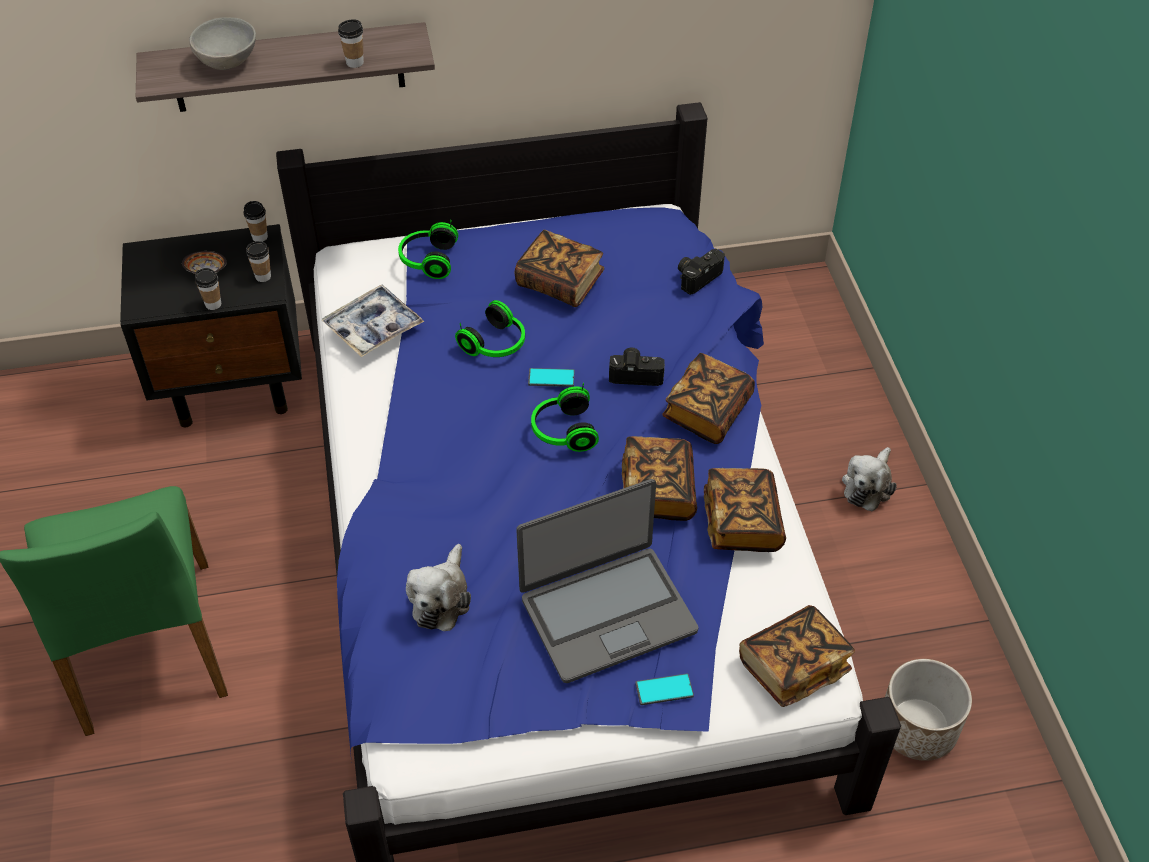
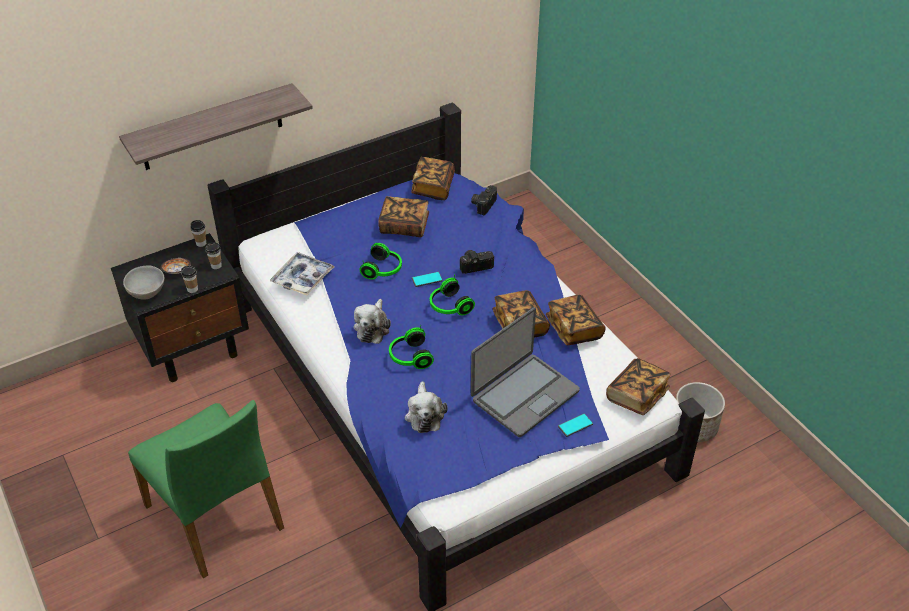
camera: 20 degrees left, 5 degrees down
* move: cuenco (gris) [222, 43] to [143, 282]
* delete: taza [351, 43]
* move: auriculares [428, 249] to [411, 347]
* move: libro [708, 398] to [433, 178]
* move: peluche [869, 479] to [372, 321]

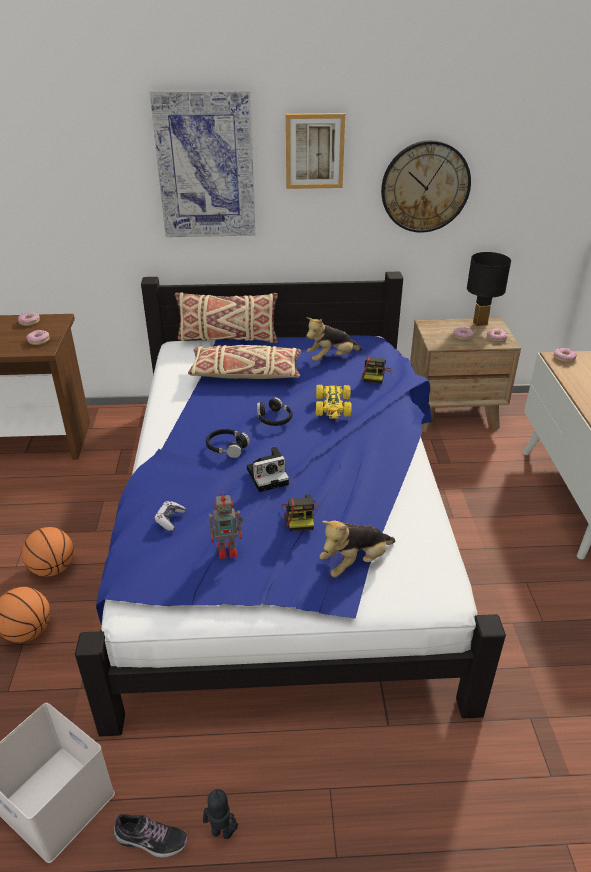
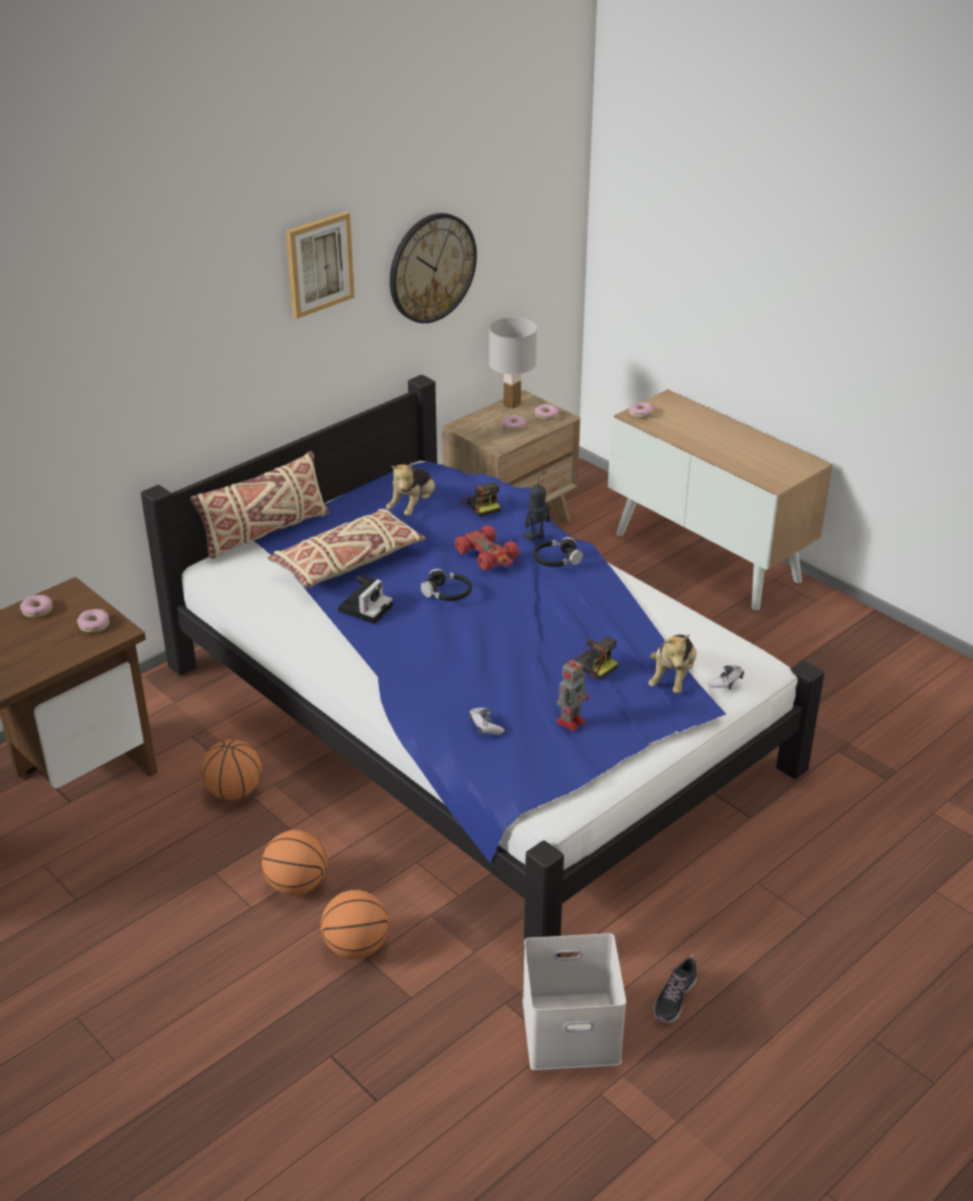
camera: 40 degrees left, 0 degrees up
* rotate: zapato [151, 836] = [676, 988] 150 degrees clockwise
* delete: cuadro [202, 163]
* move: robot de juguete [220, 814] to [536, 509]
* move: auriculares (negro) [228, 443] to [558, 552]
* move: cámara [268, 469] to [365, 599]
* recolor: coche de juguete (amarillo) [333, 401] to coche de juguete (rojo) [487, 548]
* recolor: lámpara de mesa (negro) [489, 289] to lámpara de mesa (blanco) [513, 363]
* insert: balón de baloncesto [231, 769]
* insert: mando de consola [725, 677]

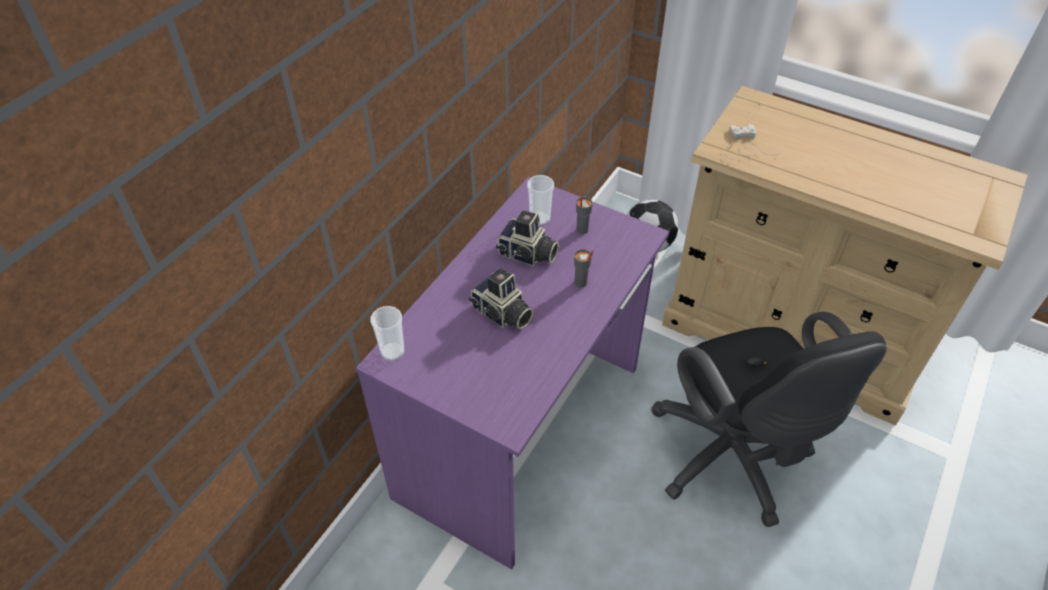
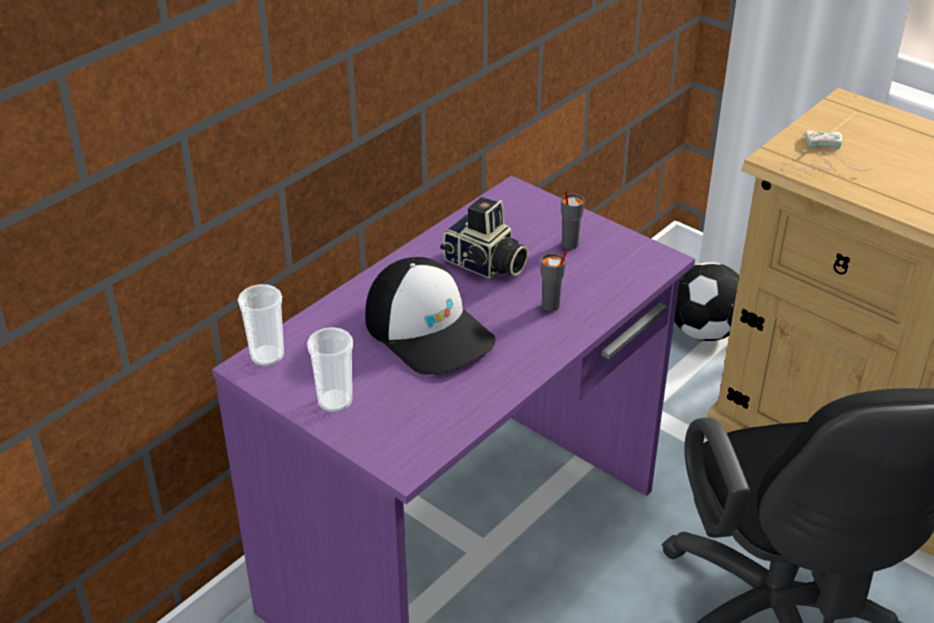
camera: 10 degrees right, 10 degrees down
* replace: cámara [501, 298] to gorra [430, 316]
* move: taza [540, 200] to [330, 369]

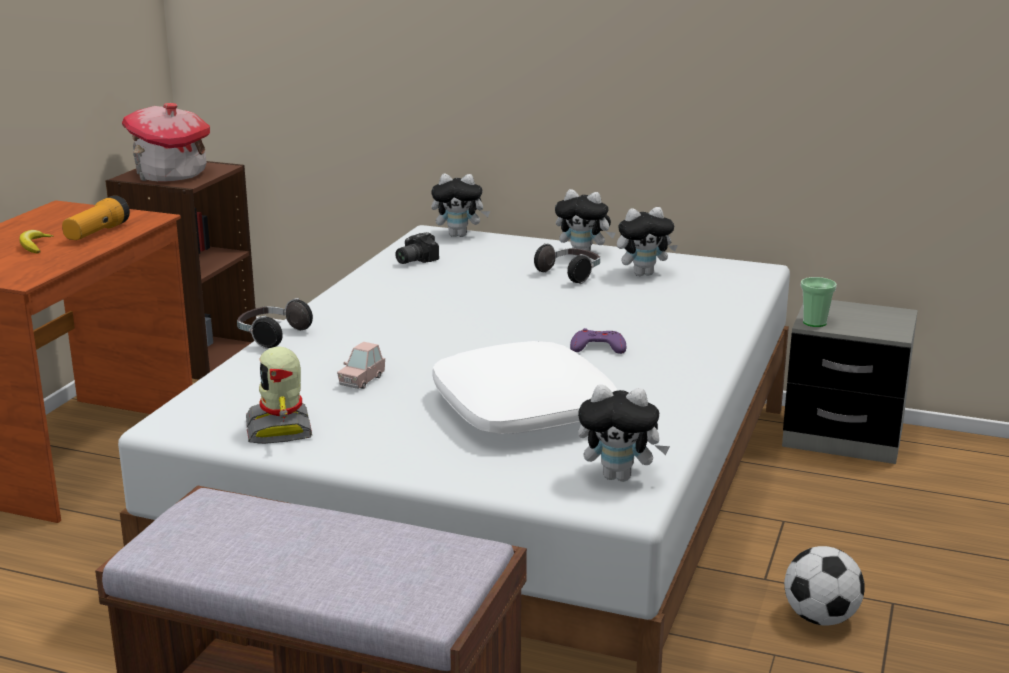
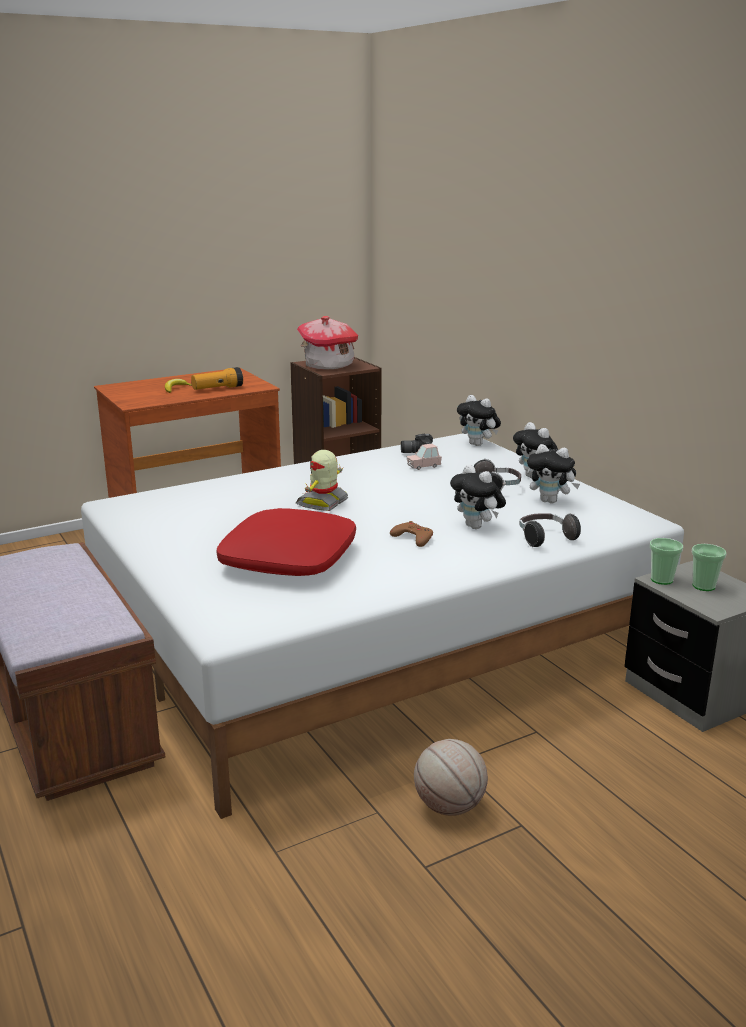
camera: 40 degrees right, 0 degrees up
* move: auriculares [275, 323] to [550, 530]
* move: robot de juguete [279, 395] to [322, 480]
* move: coche de juguete (rosa) [361, 365] to [424, 457]
* recolor: cojín (blanco) [525, 387] to cojín (rojo) [286, 542]
* recolor: mando de consola (morado) [598, 341] to mando de consola (marrón) [411, 534]
* move: peluche [624, 433] to [478, 496]
* replace: balón de fútbol [824, 585] to balón de baloncesto [451, 777]
* insert: taza [709, 567]

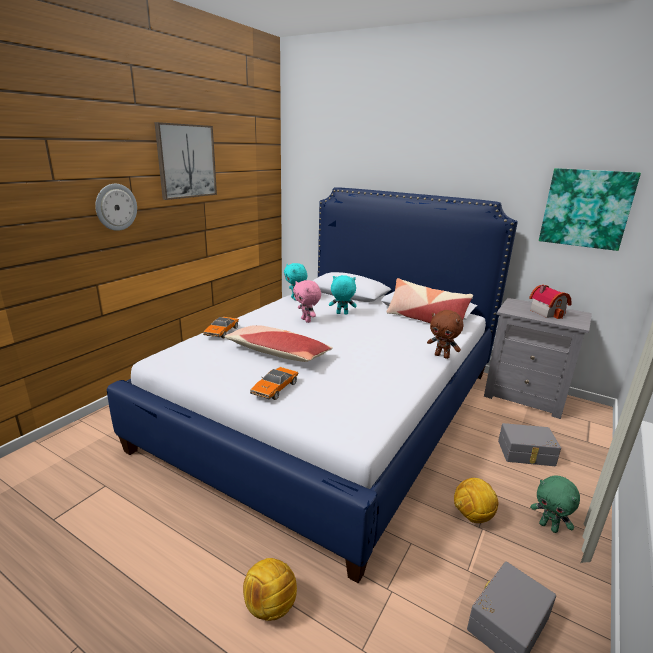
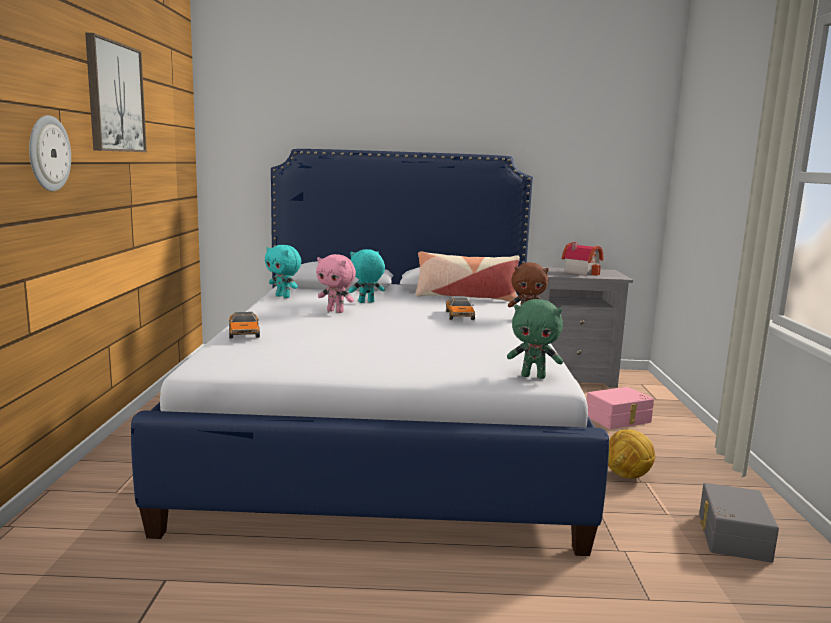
camera: 30 degrees left, 10 degrees down
* delete: cojín [279, 343]
* delete: balón de fútbol [270, 589]
* move: coche de juguete [274, 383] to [460, 309]
* recolor: caja de almacenaje (gris) [529, 444] to caja de almacenaje (rosa) [620, 408]
* move: peluche (verde) [555, 504] to [535, 339]
* delete: cuadro [590, 209]

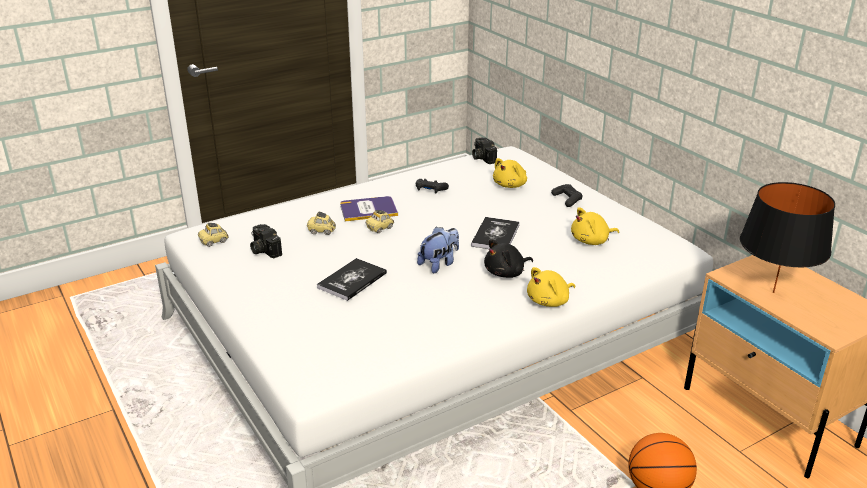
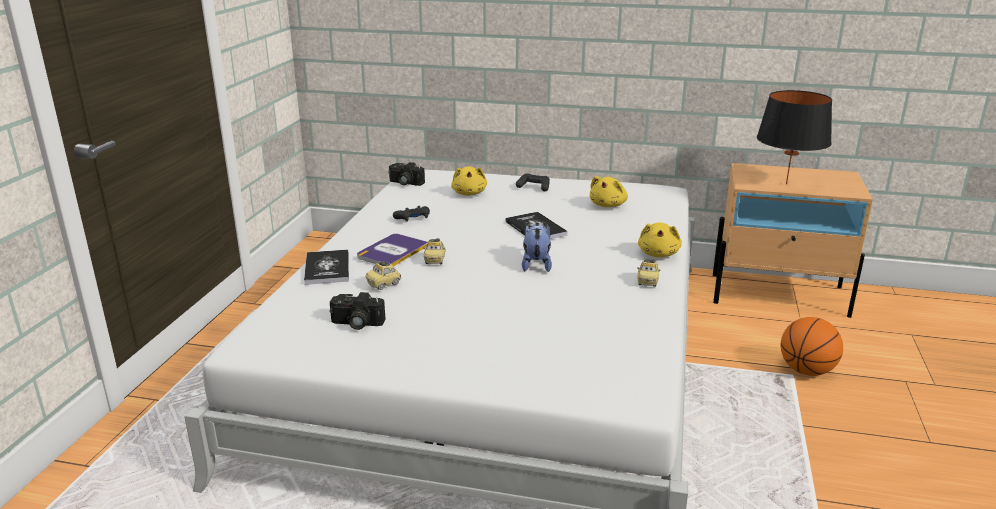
camera: 45 degrees left, 5 degrees down
* move: coche de juguete [213, 235] to [648, 273]
* move: libro [352, 279] to [326, 267]
* delete: peluche (negro) [508, 258]

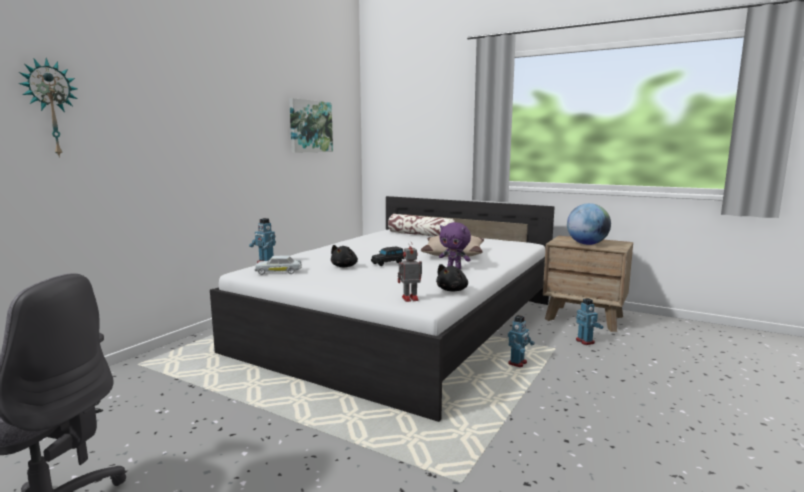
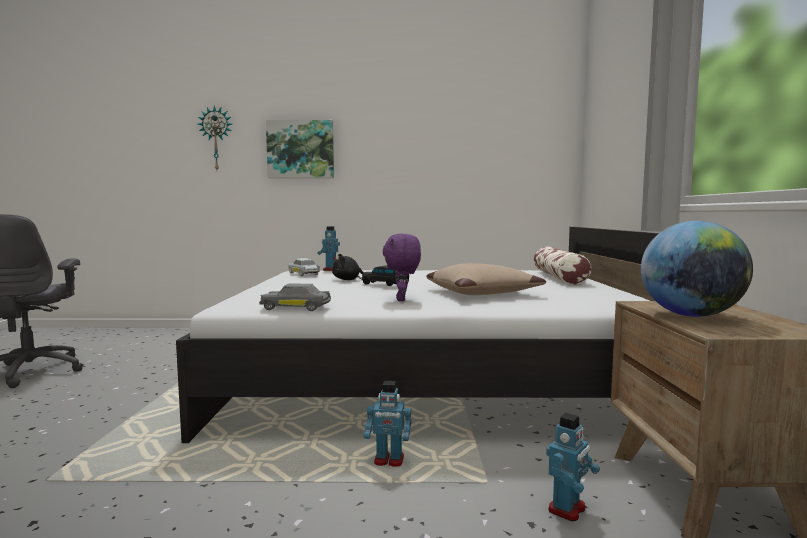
camera: 60 degrees right, 5 degrees down
* move: cuadro [311, 125] to [300, 149]
* delete: robot de juguete [410, 271]
* replace: peluche (negro) [452, 277] to coche de juguete (gris) [295, 297]

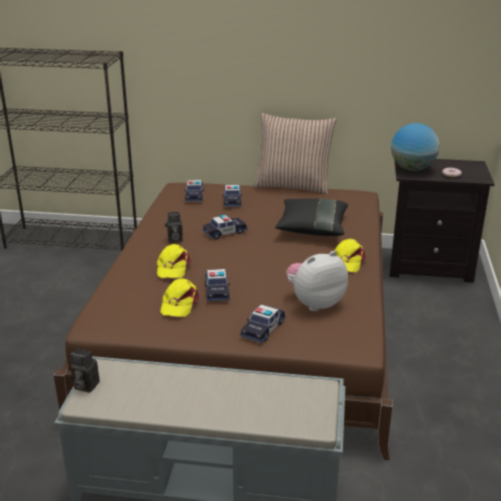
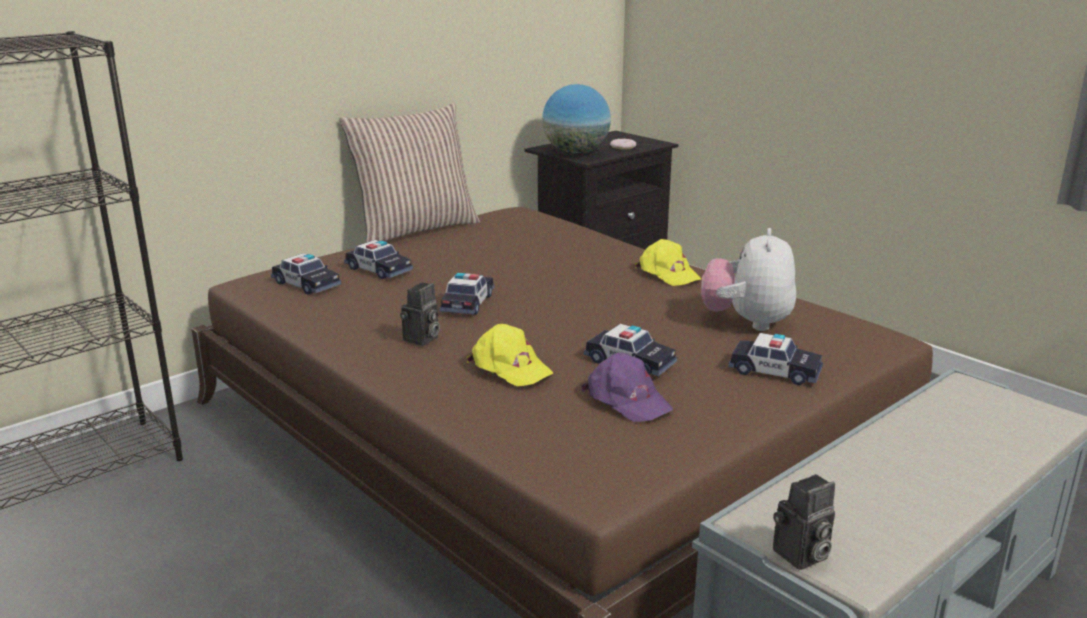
camera: 50 degrees left, 5 degrees down
* recolor: gorra (amarillo) [179, 297] to gorra (morado) [627, 387]
* rotate: coche de juguete [263, 323] = [776, 359] 45 degrees counterclockwise
* delete: cojín (negro) [311, 217]

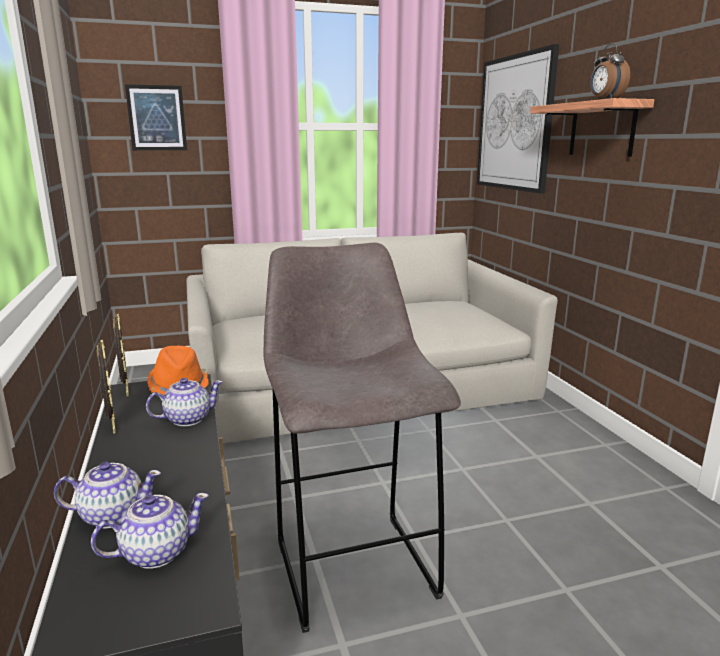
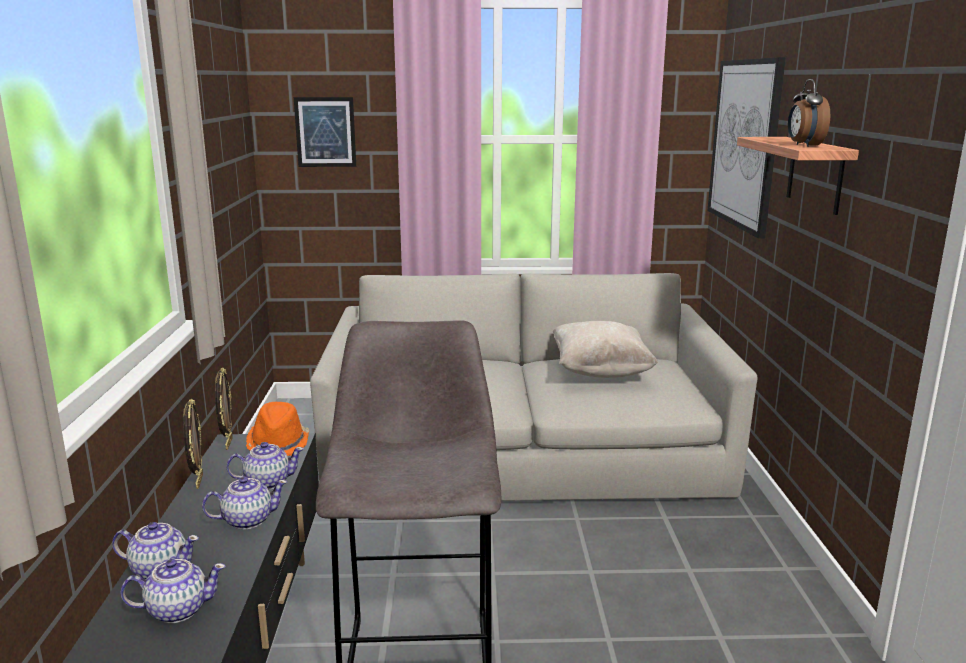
camera: 15 degrees right, 0 degrees up
* insert: tetera [244, 503]
* insert: cojín (beis) [605, 349]

